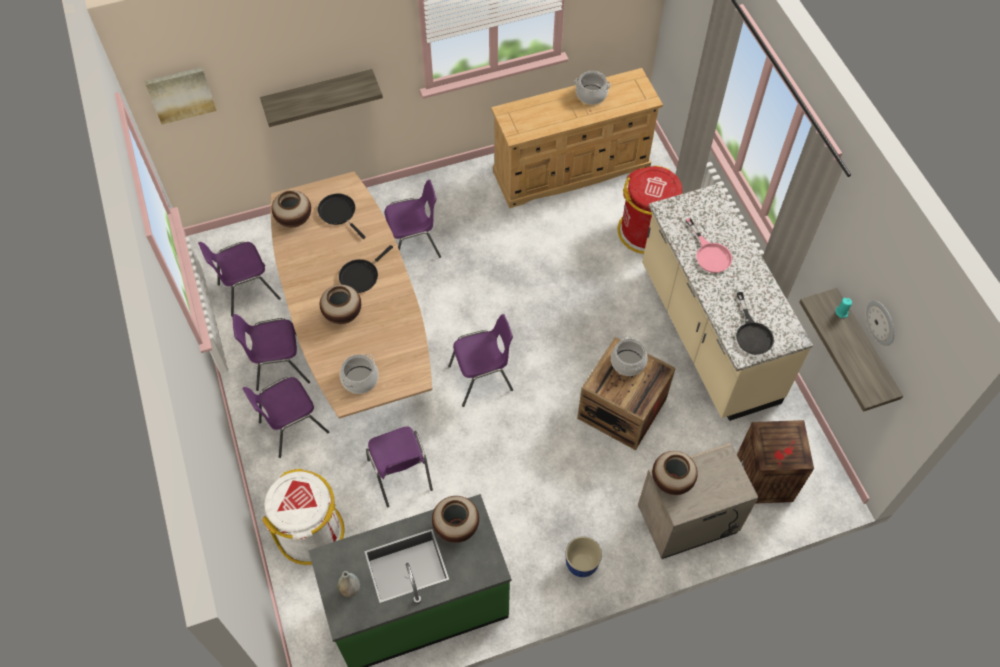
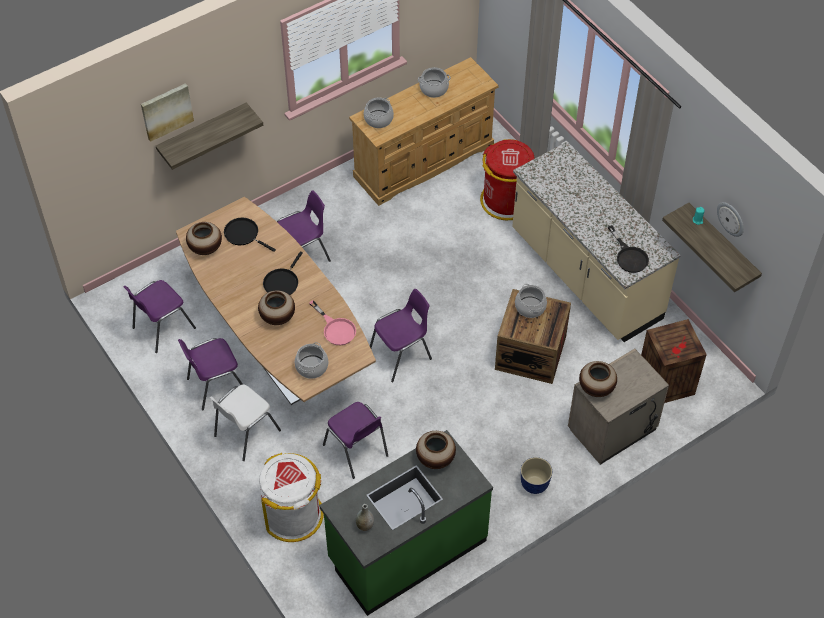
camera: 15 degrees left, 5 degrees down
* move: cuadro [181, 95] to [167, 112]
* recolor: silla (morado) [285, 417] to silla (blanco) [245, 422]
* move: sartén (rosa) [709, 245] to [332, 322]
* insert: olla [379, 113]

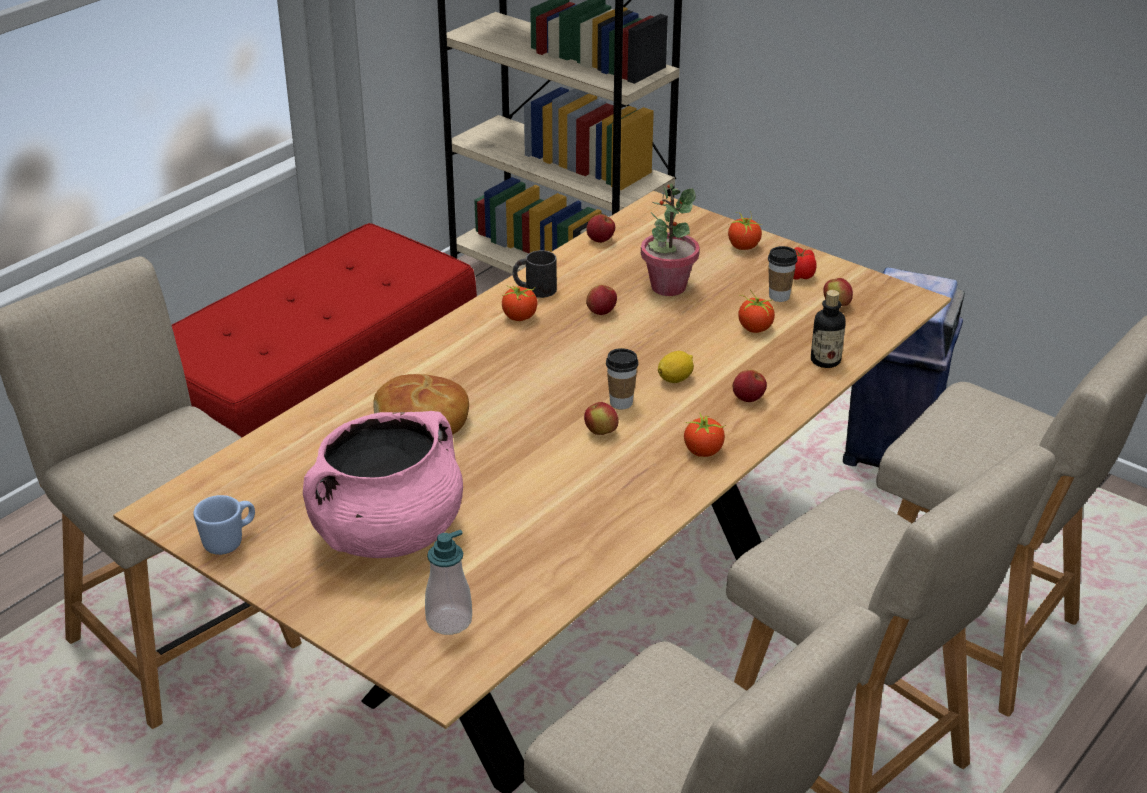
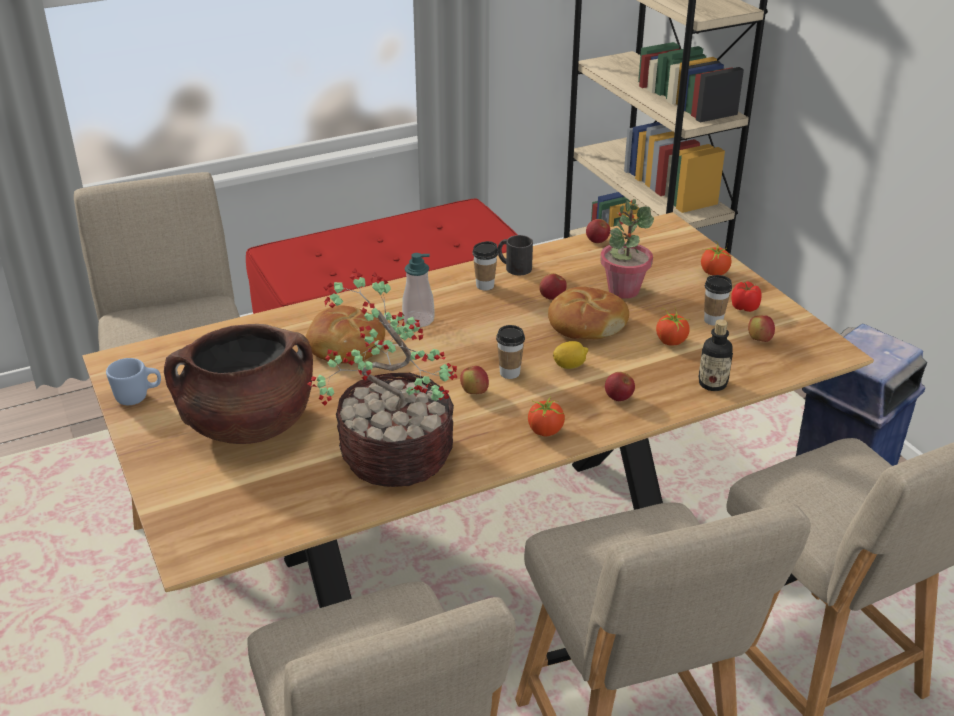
camera: 25 degrees right, 0 degrees up
* recolor: olla (rosa) [383, 484] to olla (marrón) [238, 384]
* move: dispensador de jabón [448, 582] to [418, 290]
* replace: tomate [519, 303] to taza [485, 265]
* insert: planta en maceta [382, 378]
* insert: pan [588, 313]

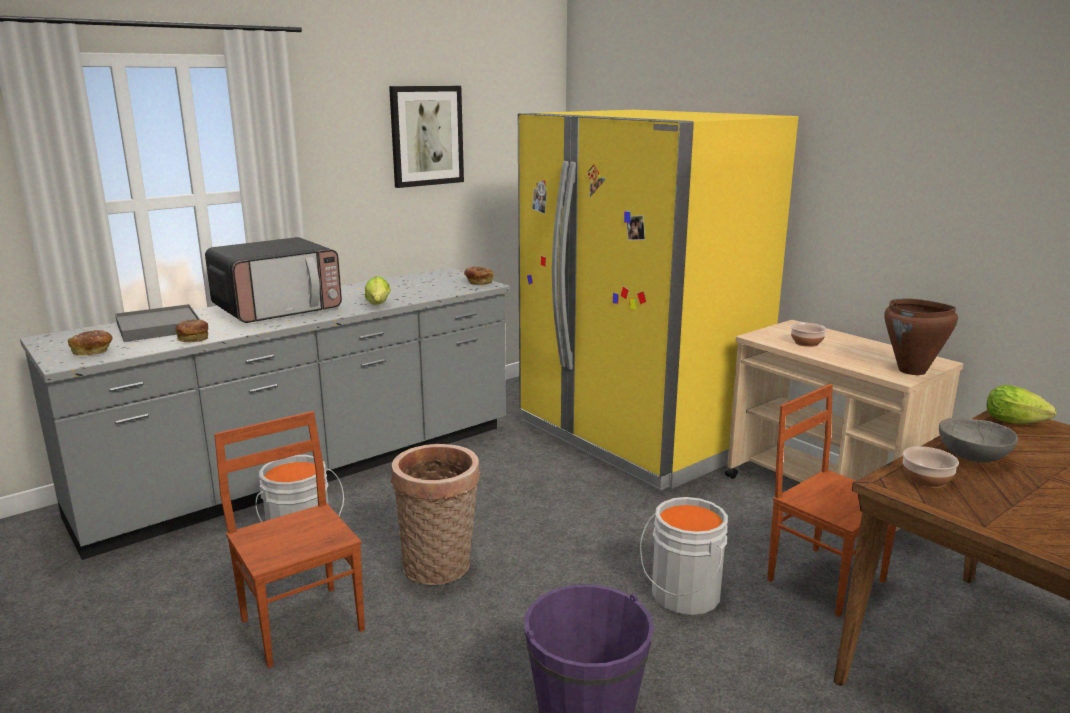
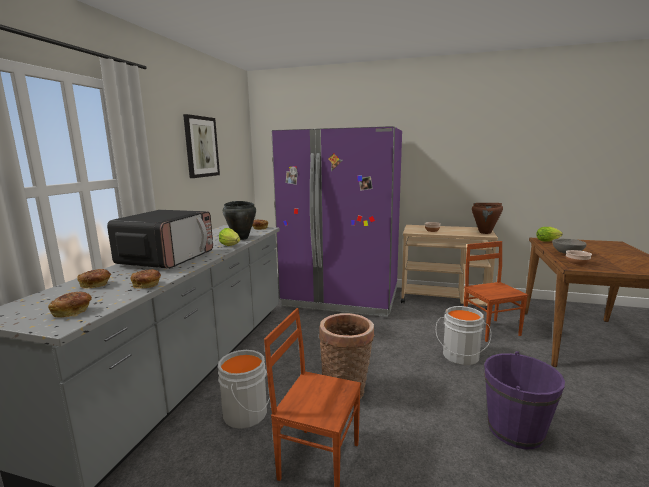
camera: 35 degrees left, 5 degrees down
* replace: bandeja (gris) [157, 323] to pan [94, 279]
* recolor: nevera (amarillo) [658, 300] to nevera (morado) [336, 221]
* rotate: silla (marrón) [831, 500] = [496, 291] 60 degrees clockwise
* insert: olla (negro) [239, 220]

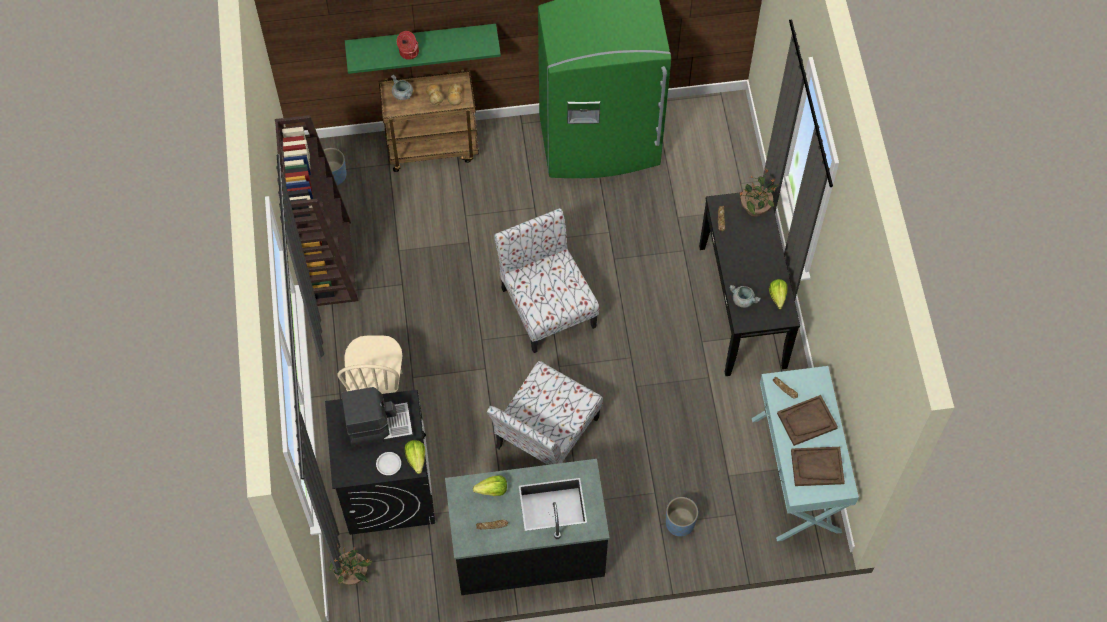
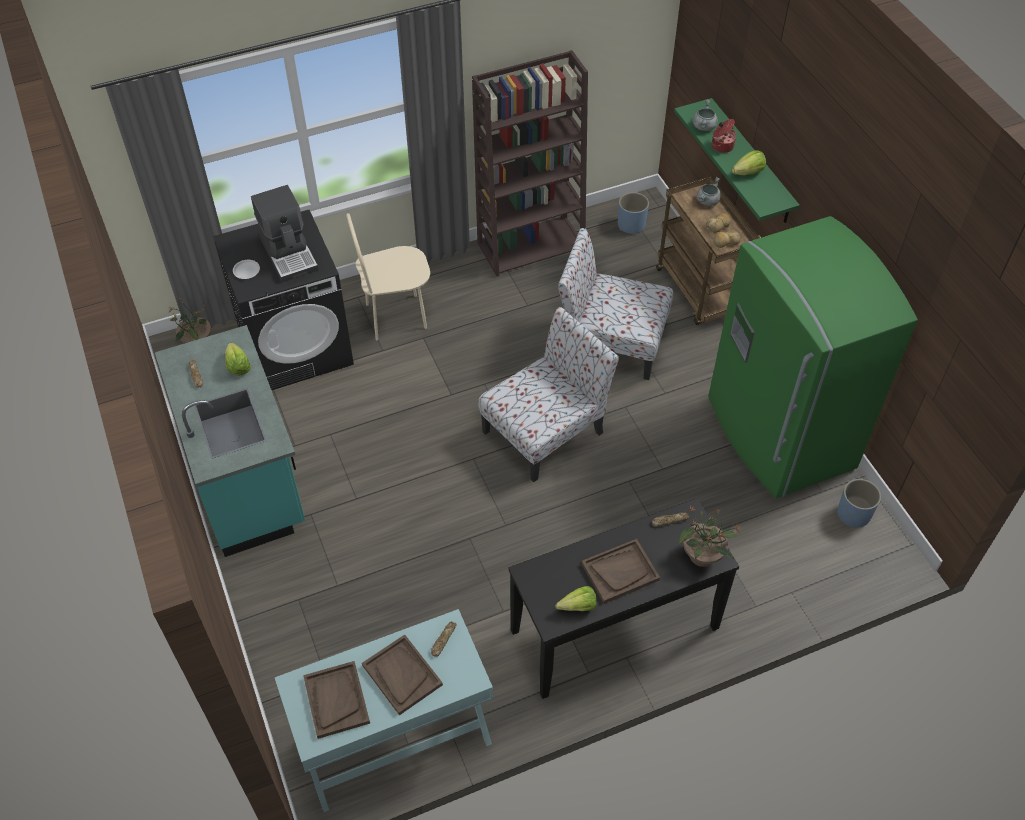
camera: 75 degrees right, 10 degrees down
* move: lechuga [415, 457] to [749, 162]
* recolor: mueble bajo de cocina (negro) [527, 527] to mueble bajo de cocina (turquesa) [230, 441]
* move: silla [545, 413] to [615, 304]
* move: maceta (azul) [682, 517] to [859, 503]
* move: olla (gris) [745, 296] to [705, 115]
* insert: bandeja (marrón) [621, 571]

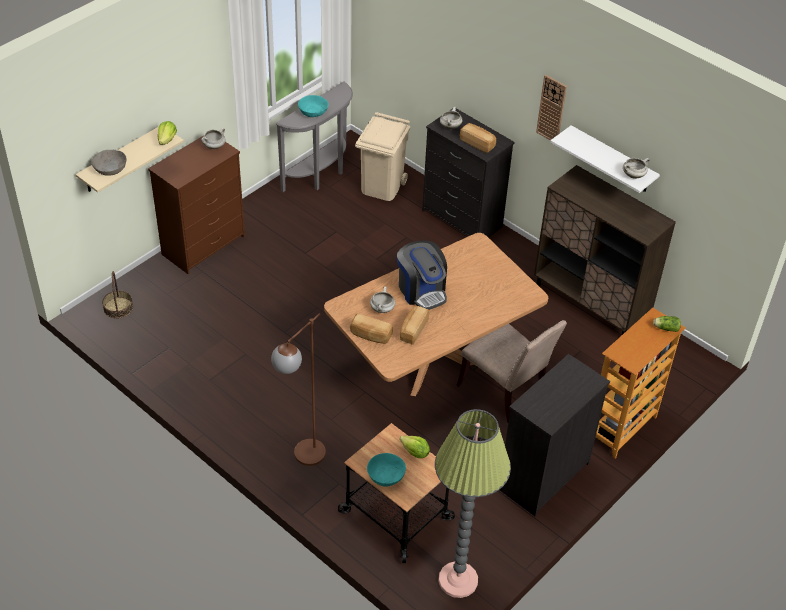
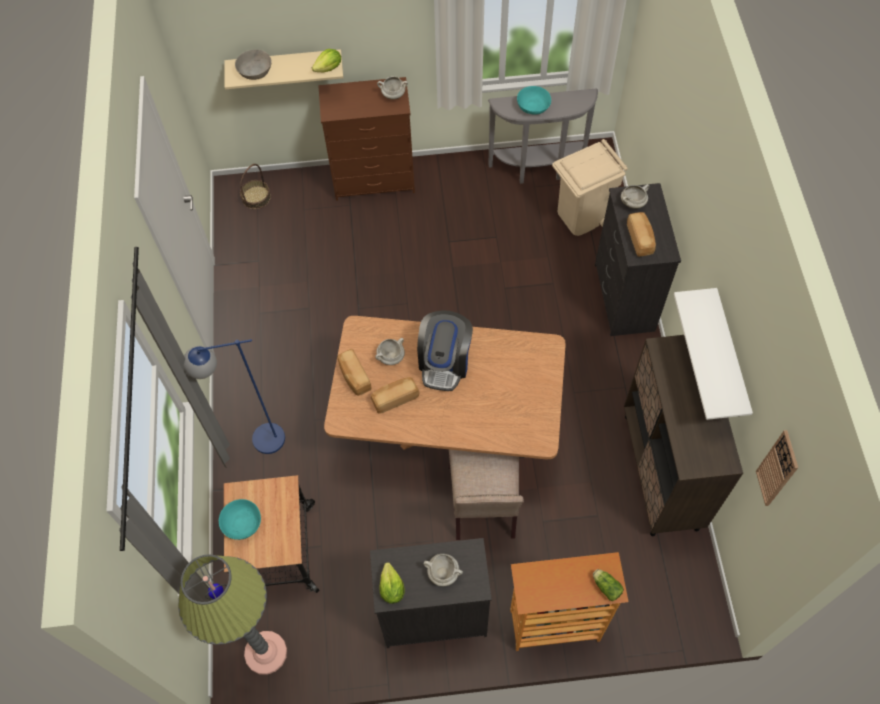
camera: 45 degrees right, 15 degrees up
* recolor: lámpara de pie (marrón) [298, 389] to lámpara de pie (azul) [234, 396]
* move: lechuga [415, 447] to [392, 583]
* move: reloj de pared [551, 107] to [777, 468]
* move: olla (blanco) [636, 168] to [443, 570]

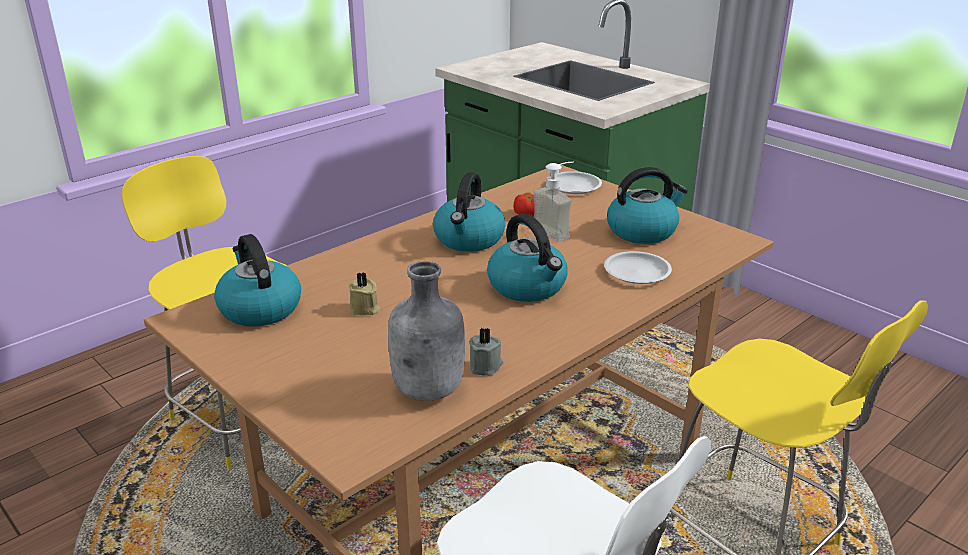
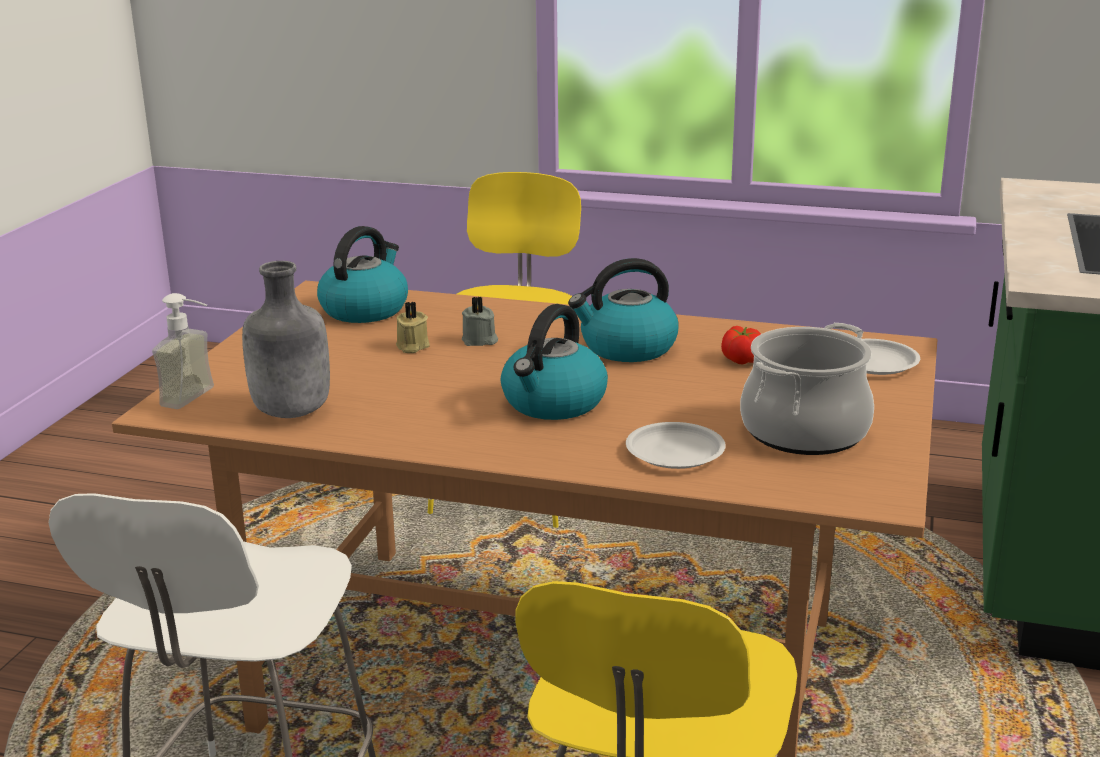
camera: 60 degrees right, 5 degrees down
* move: vela (gris) [486, 352] to [480, 321]
* move: dispensador de jabón [553, 202] to [183, 351]
* replace: hervidor [647, 205] to olla [807, 389]

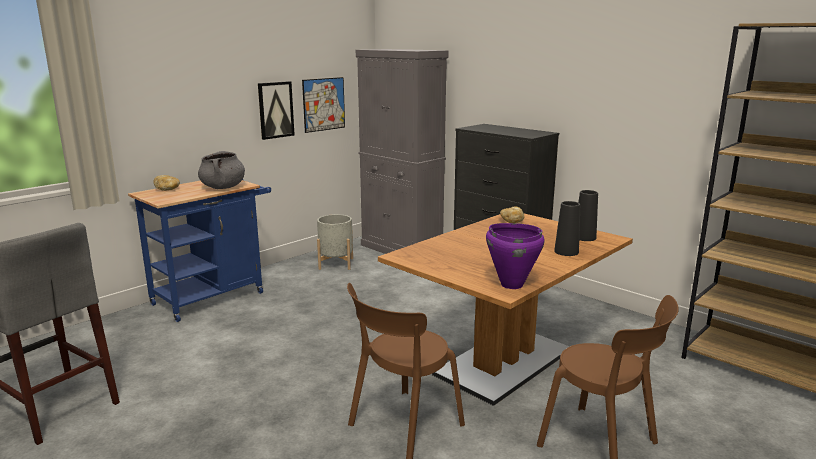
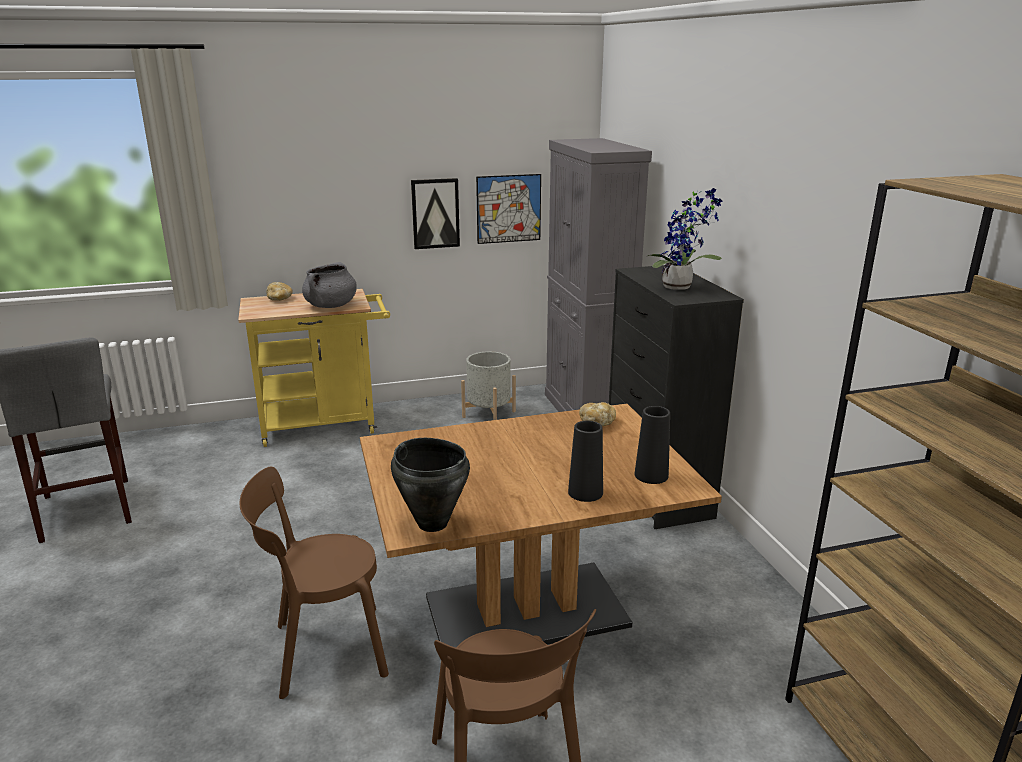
camera: 30 degrees right, 5 degrees up
* recolor: carrito (azul) [199, 250] to carrito (amarillo) [314, 368]
* recolor: olla (morado) [515, 256] to olla (negro) [430, 485]
* insert: planta en maceta [685, 239]

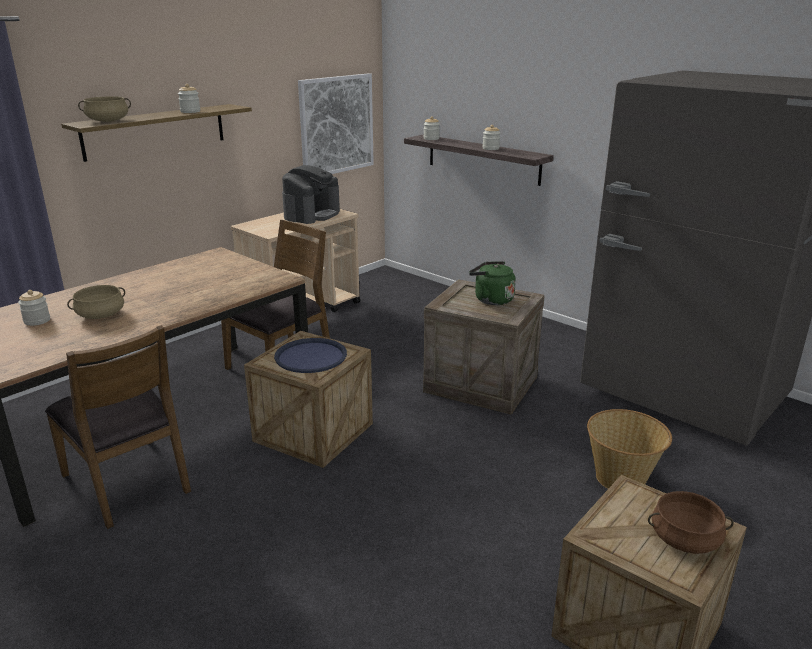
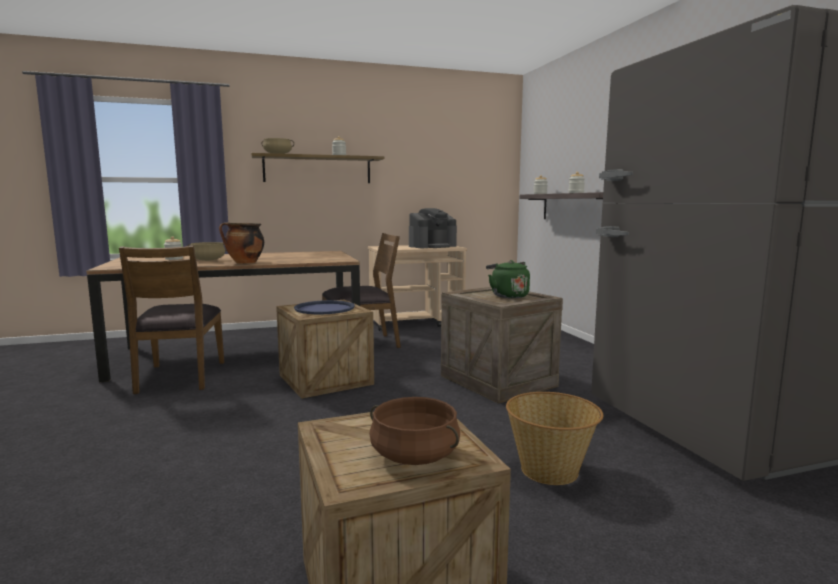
camera: 30 degrees right, 15 degrees down
* delete: cuadro [336, 123]
* insert: olla [241, 243]

